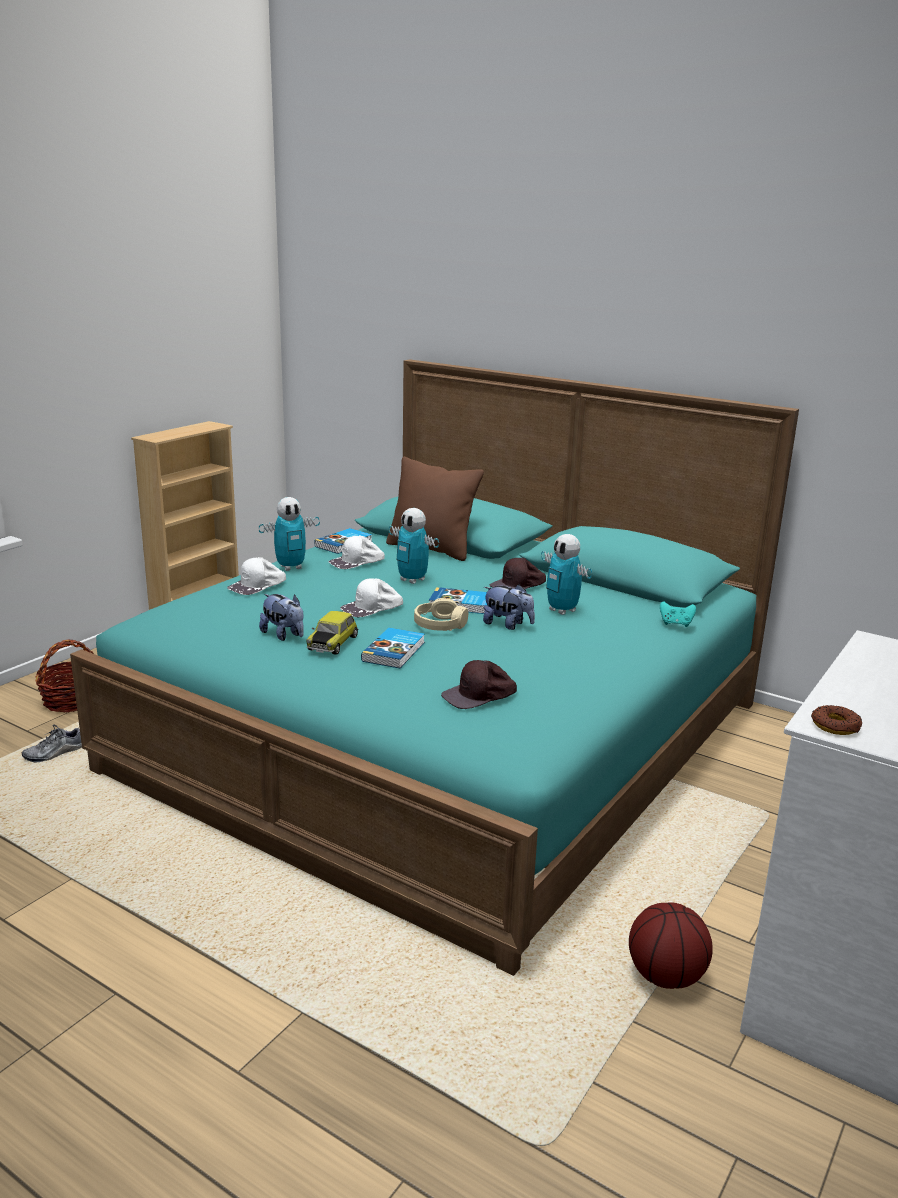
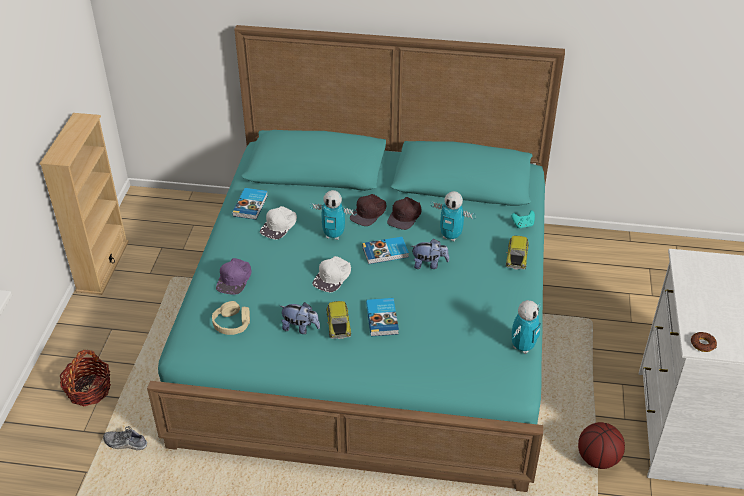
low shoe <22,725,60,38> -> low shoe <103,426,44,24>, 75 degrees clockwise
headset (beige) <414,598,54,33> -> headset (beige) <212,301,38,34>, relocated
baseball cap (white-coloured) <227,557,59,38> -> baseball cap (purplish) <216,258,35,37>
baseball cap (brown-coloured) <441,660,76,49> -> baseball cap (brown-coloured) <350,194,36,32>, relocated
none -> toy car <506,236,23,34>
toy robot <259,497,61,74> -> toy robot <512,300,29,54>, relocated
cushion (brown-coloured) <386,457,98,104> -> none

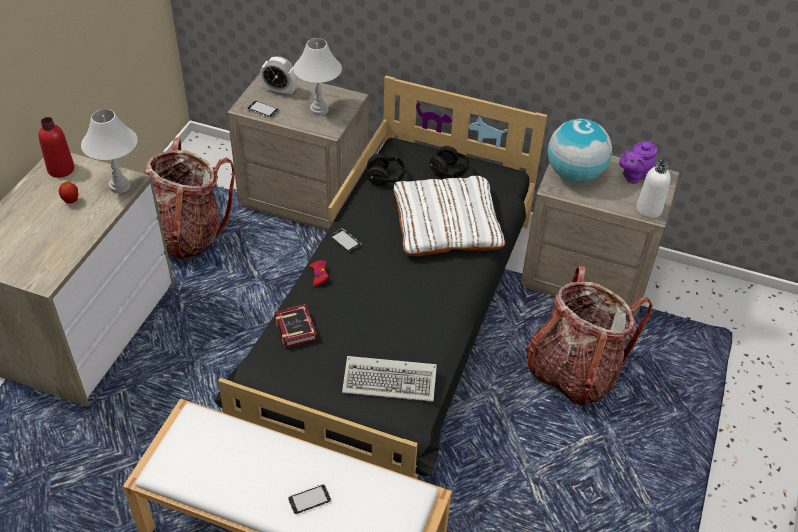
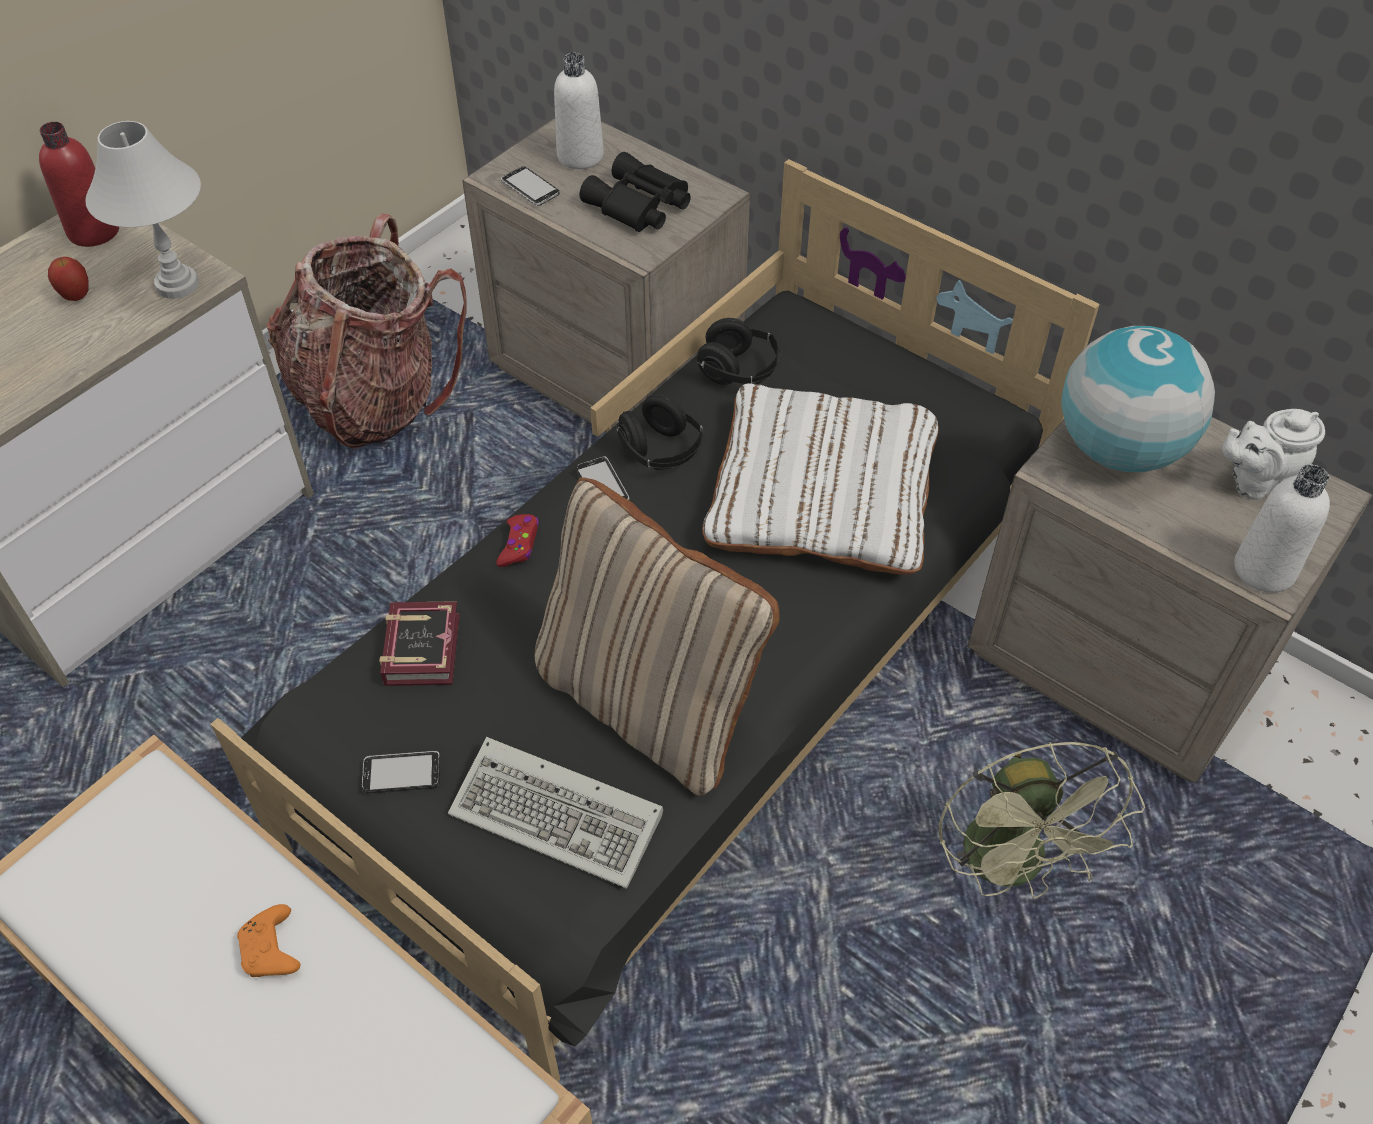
none -> gamepad (orangey) <237,904,63,73>
handset <288,484,43,30> -> handset <362,751,78,42>, relocated
none -> cushion (beige) <535,477,244,319>
alarm clock <260,56,37,40> -> drink bottle (white-coloured) <554,53,50,116>
lamp for a table (white-coloured) <293,38,49,78> -> field glasses (black-coloured) <579,152,112,80>
headset (black-coloured) <429,146,41,32> -> headset (black-coloured) <615,394,88,76>, relocated
backpack <526,266,127,140> -> electric fan (greenish) <938,742,207,157>
tea pot (purplish) <619,141,38,43> -> tea pot (white-coloured) <1222,409,103,91>

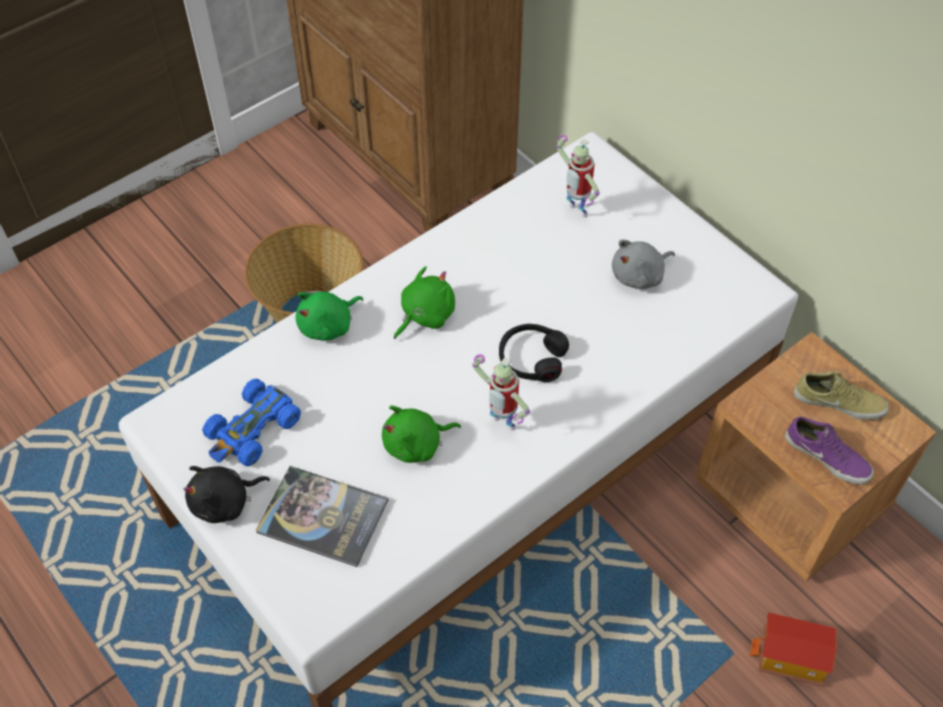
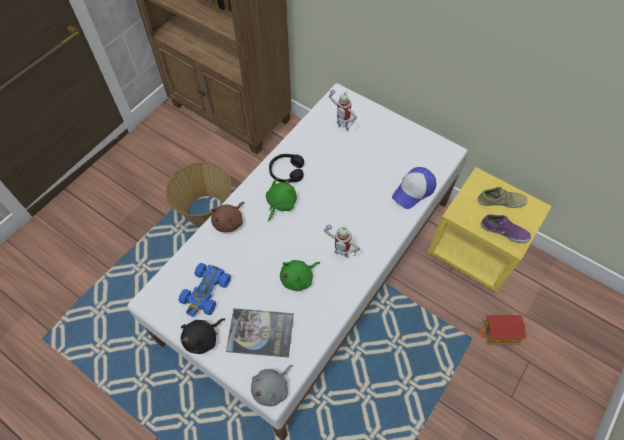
soft toy (greenish) <295,292,68,49> -> soft toy (brown-coloured) <211,202,34,30>
soft toy (gray) <612,239,63,50> -> soft toy (gray) <251,365,42,41>, relocated
headset (black-coloured) <499,324,70,58> -> headset (black-coloured) <269,154,35,28>, relocated
none -> baseball cap <392,167,44,42>
nightstand (brown-coloured) <695,332,241,250> -> nightstand (yellow-coloured) <428,167,124,126>

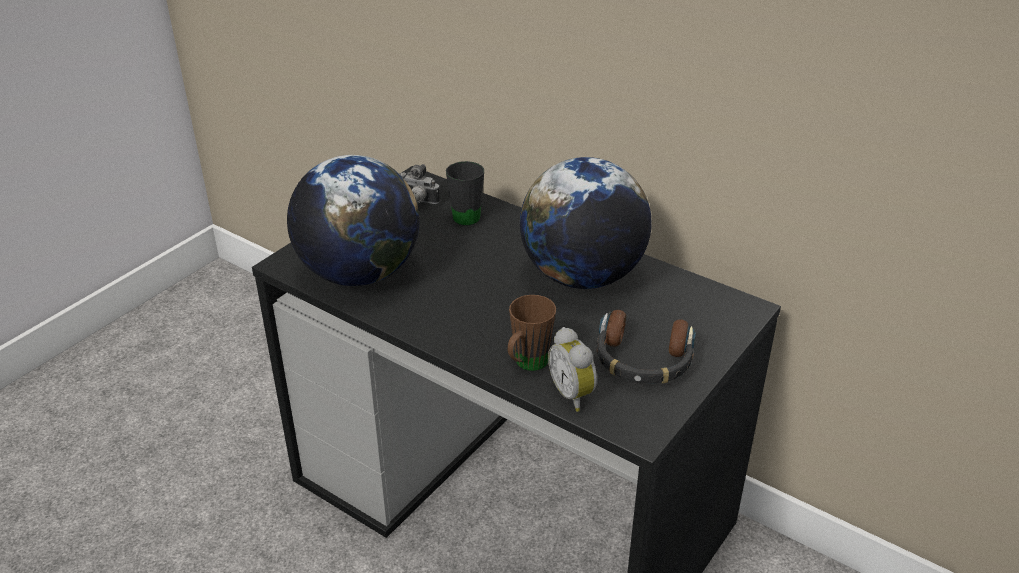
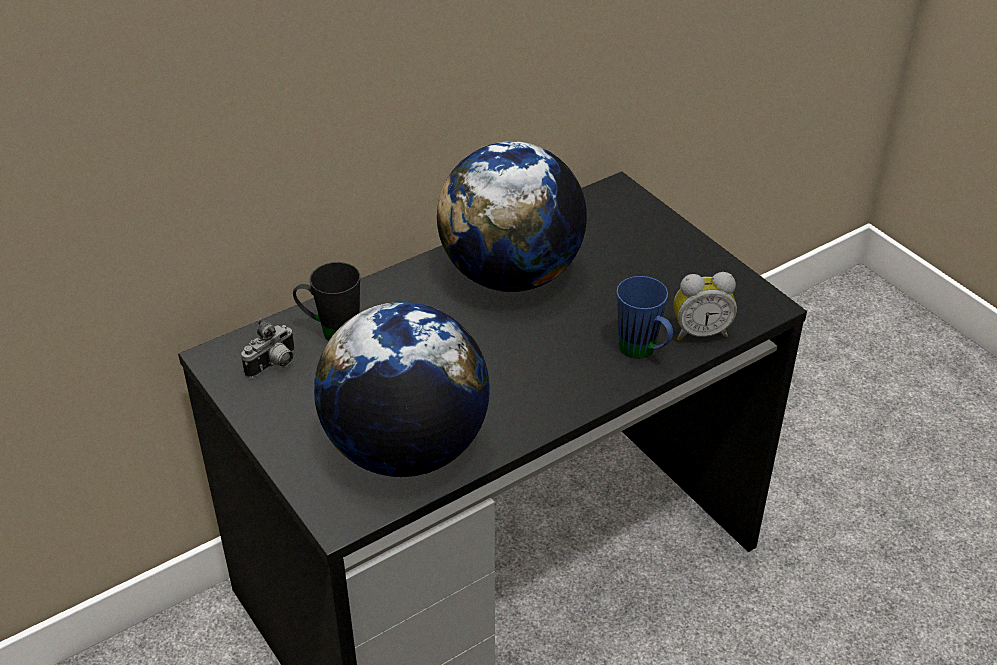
tea mug (brown-coloured) <508,295,48,76> -> tea mug (bluish) <617,276,56,83>
headset <597,310,99,74> -> none

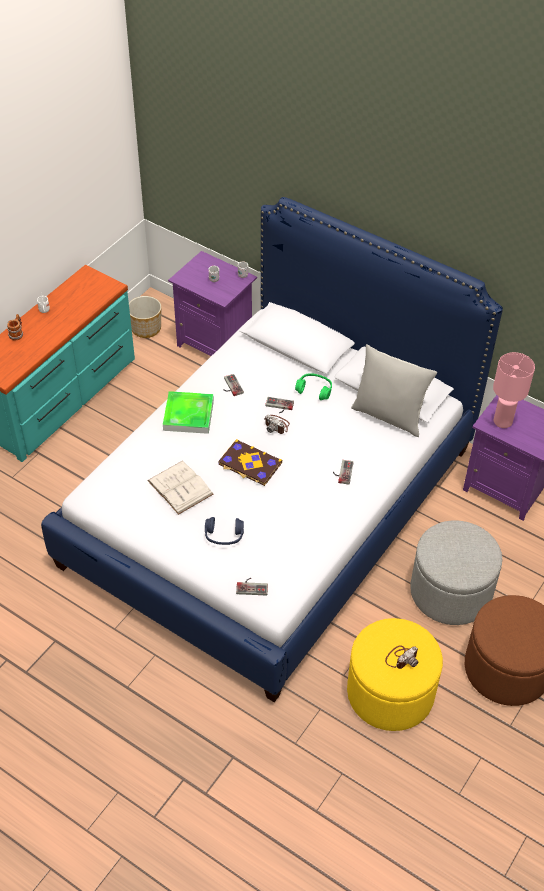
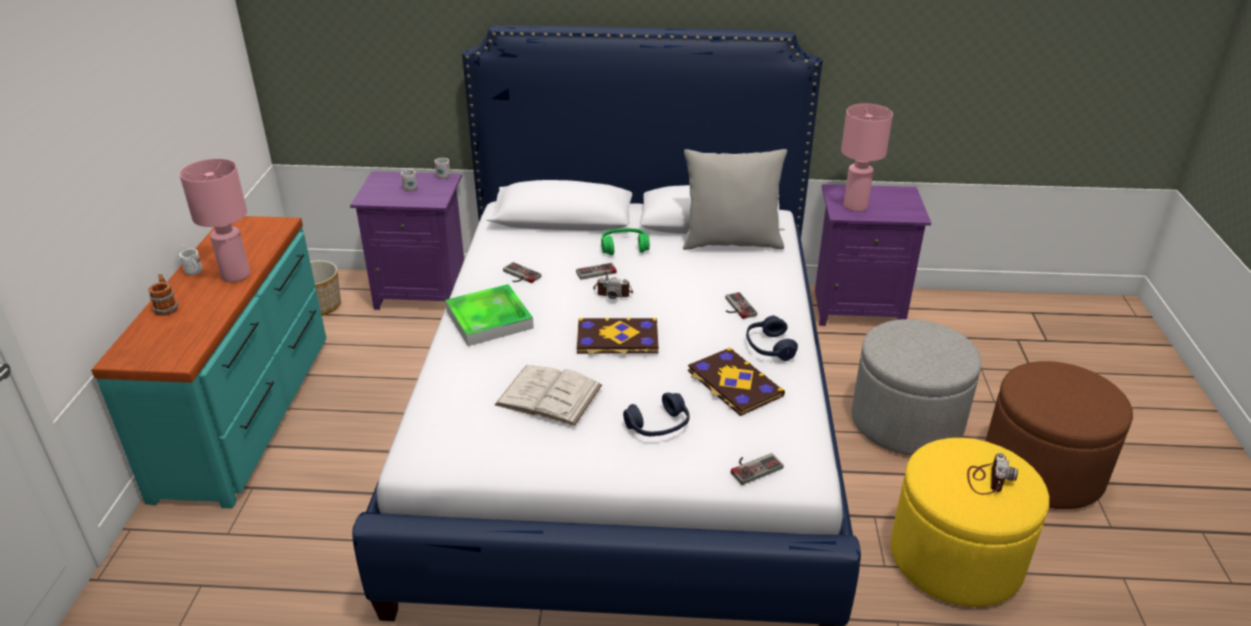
none -> lamp for a table (pink-coloured) <179,159,71,123>
none -> bound book <688,347,97,69>
none -> headset (bluish) <746,316,52,45>

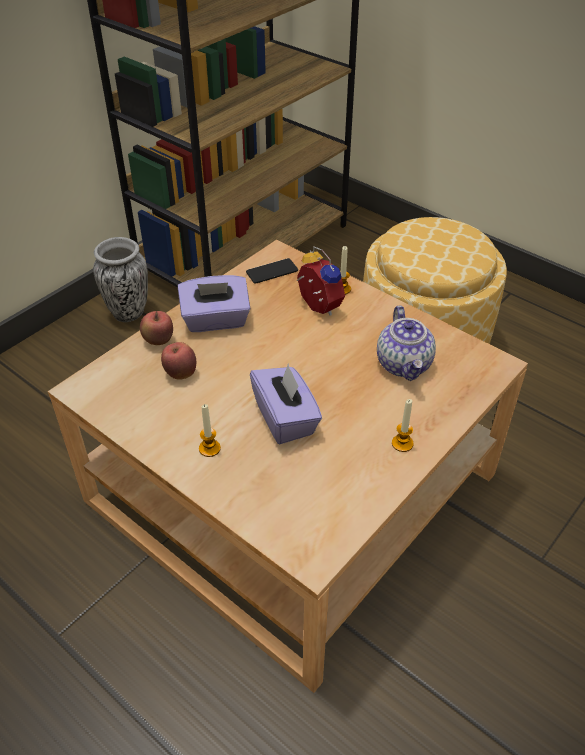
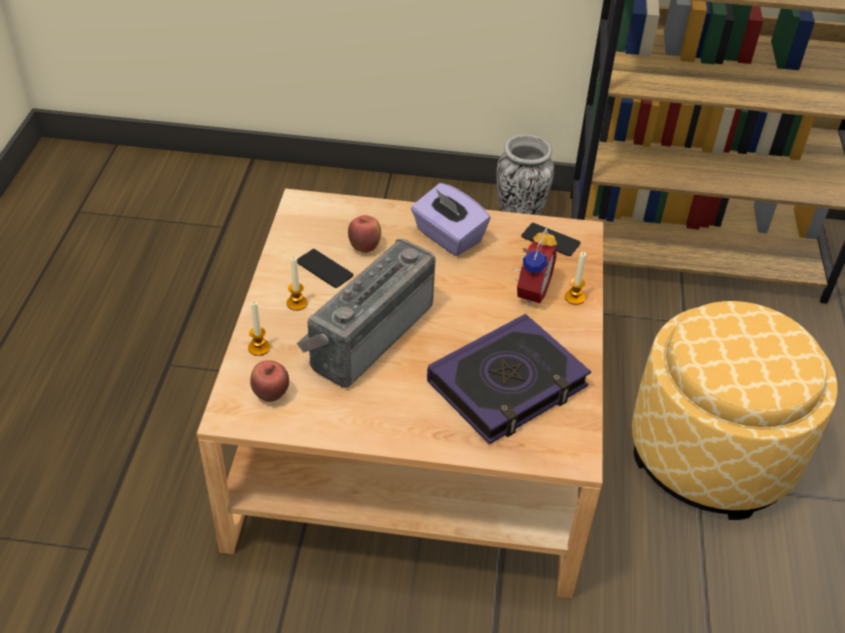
wax candle <392,399,22,53> -> wax candle <248,302,22,54>, relocated
apple fruit <140,311,33,34> -> apple fruit <250,360,39,42>, relocated
tissue box (purplish) <250,363,72,81> -> radio receiver <297,239,139,149>
none -> handset <297,249,56,39>
tea pot <377,306,59,75> -> bound book <427,314,164,130>

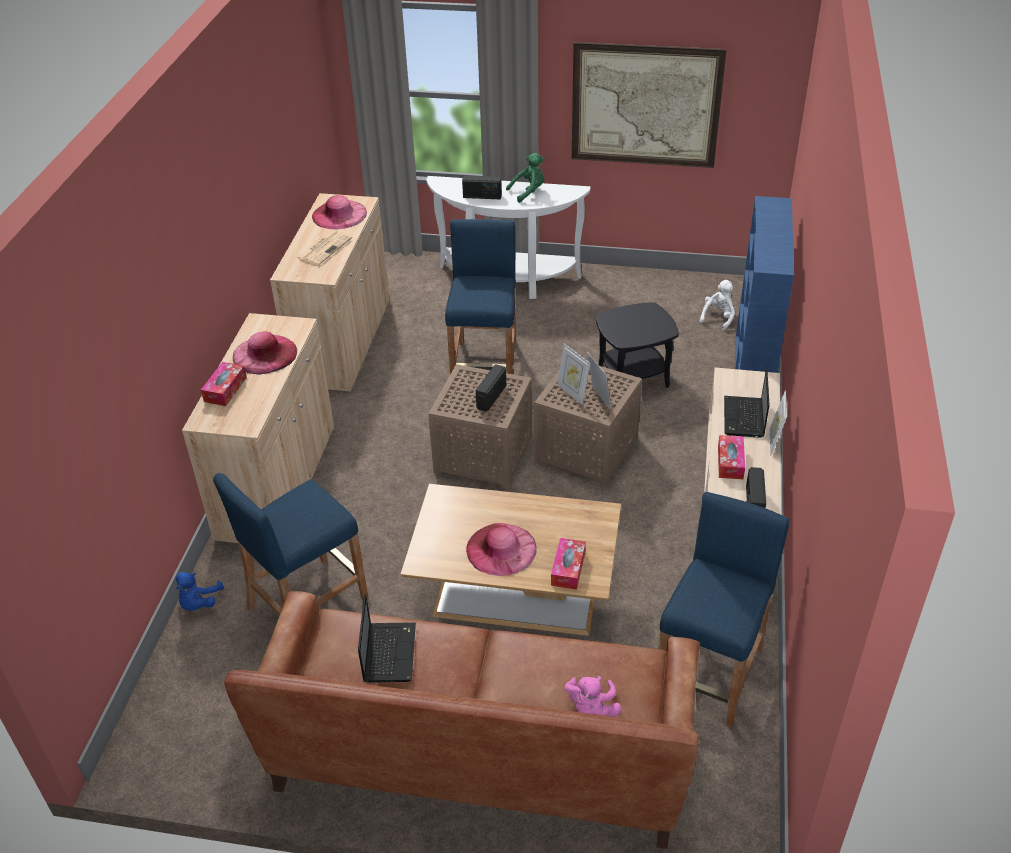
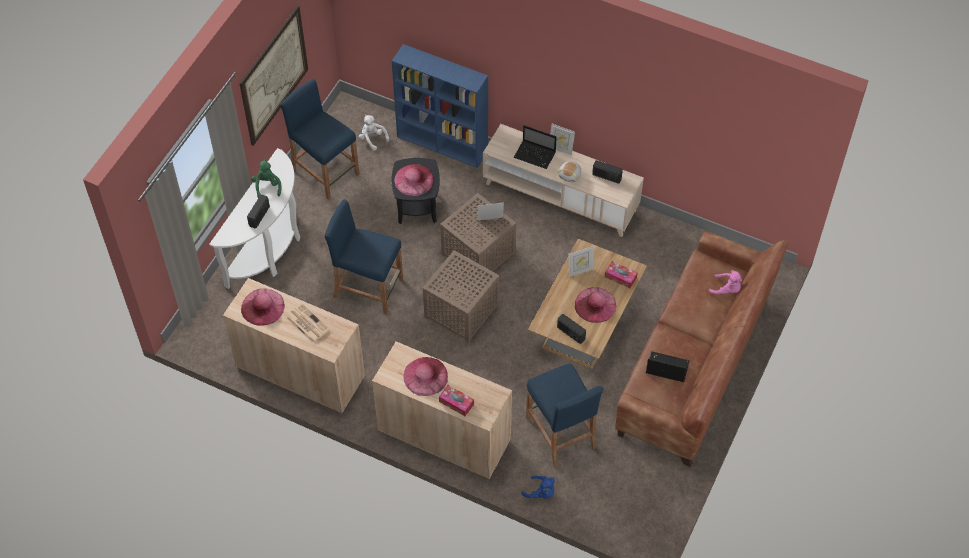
sitting stool (bluish) <658,492,132,236> -> sitting stool (bluish) <280,79,80,121>, relocated
none -> hat (pink-coloured) <394,164,40,32>
tissue box <718,435,27,44> -> soft toy <557,161,24,21>
radio receiver <476,364,30,48> -> radio receiver <557,314,29,30>, relocated
picture frame <557,344,33,61> -> picture frame <568,246,25,31>, relocated

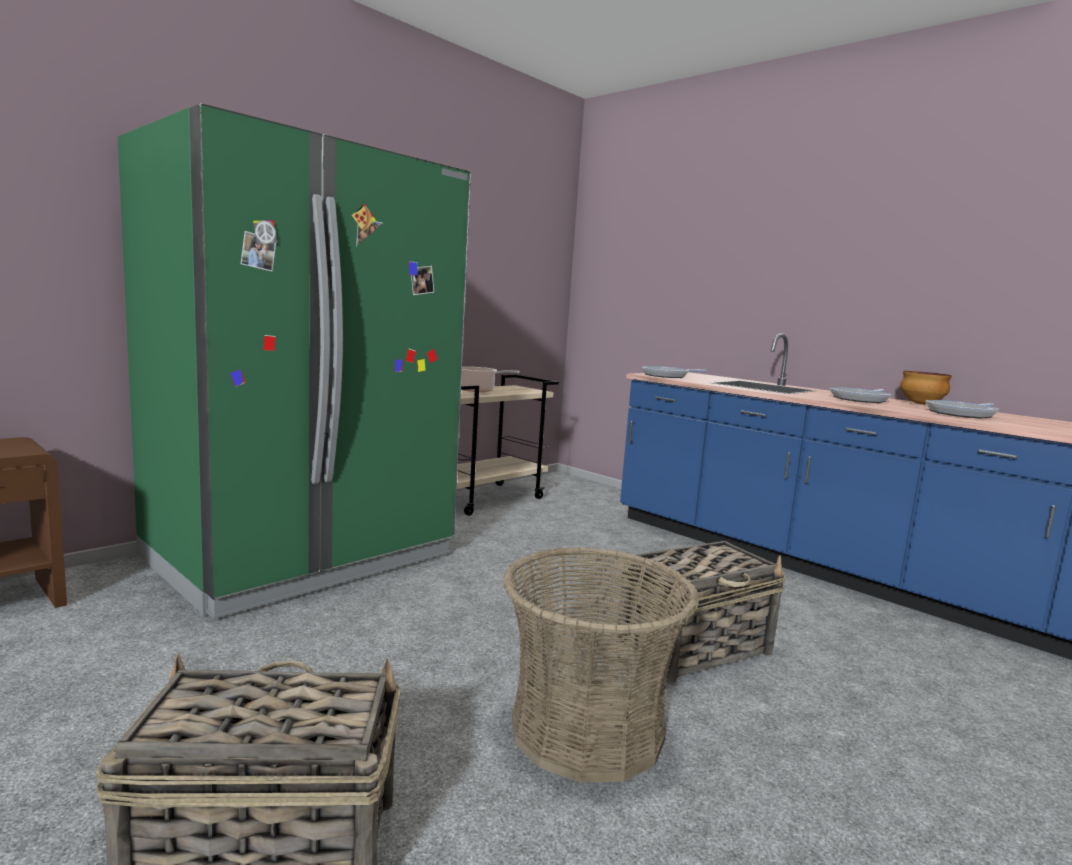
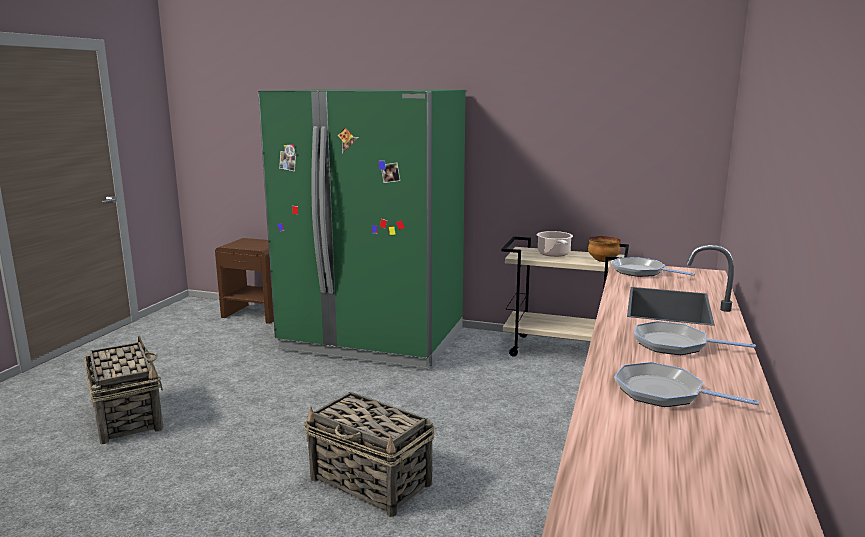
bowl <900,371,52,34> -> bowl <588,236,33,26>, relocated
storage basket <503,547,196,236> -> none

